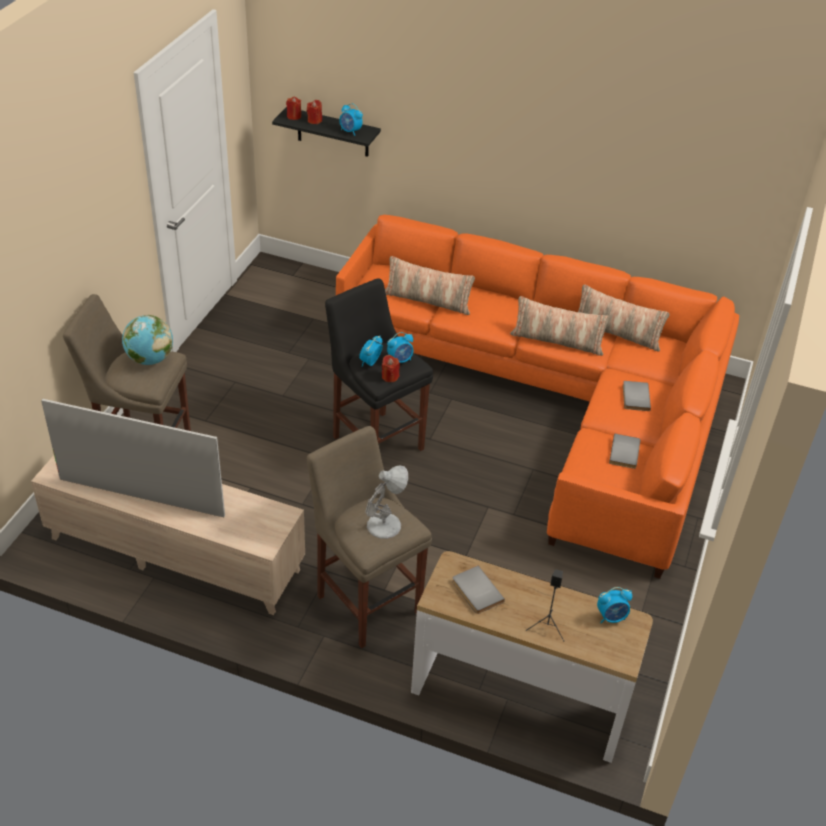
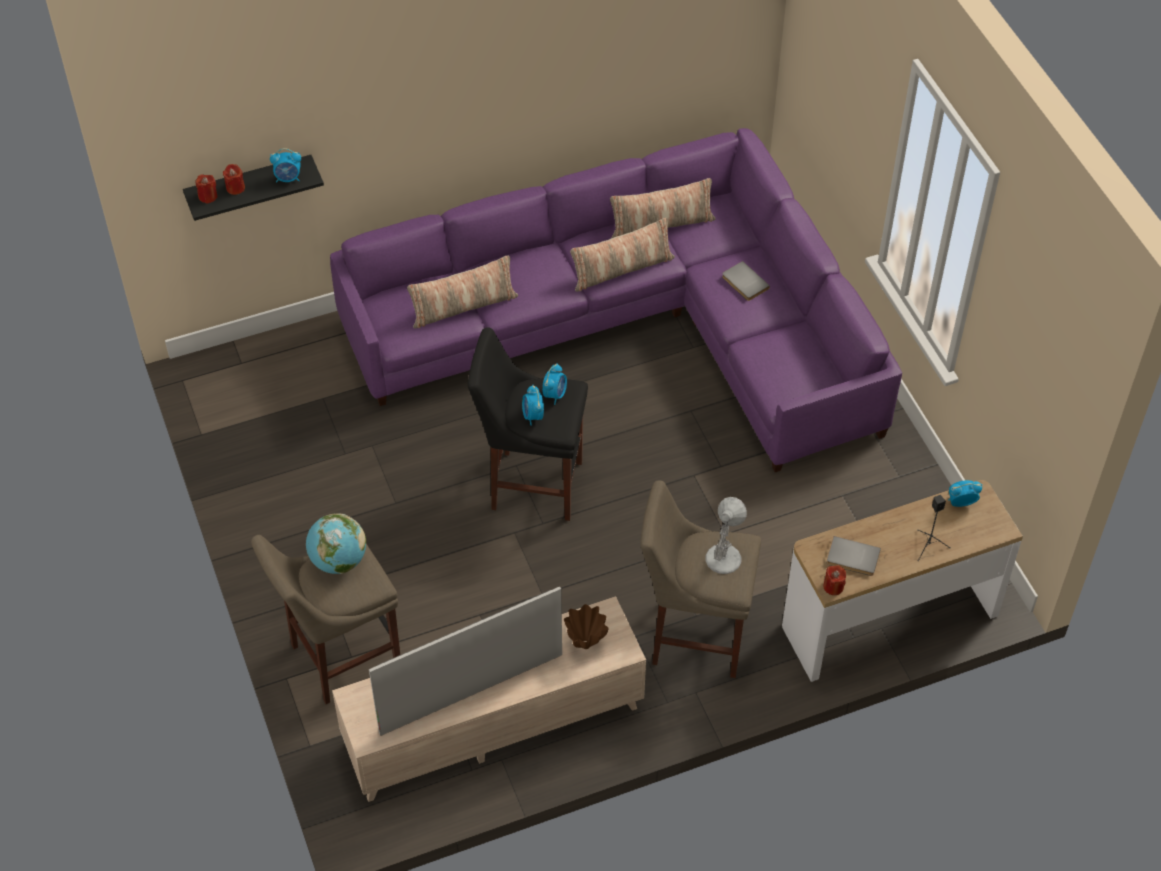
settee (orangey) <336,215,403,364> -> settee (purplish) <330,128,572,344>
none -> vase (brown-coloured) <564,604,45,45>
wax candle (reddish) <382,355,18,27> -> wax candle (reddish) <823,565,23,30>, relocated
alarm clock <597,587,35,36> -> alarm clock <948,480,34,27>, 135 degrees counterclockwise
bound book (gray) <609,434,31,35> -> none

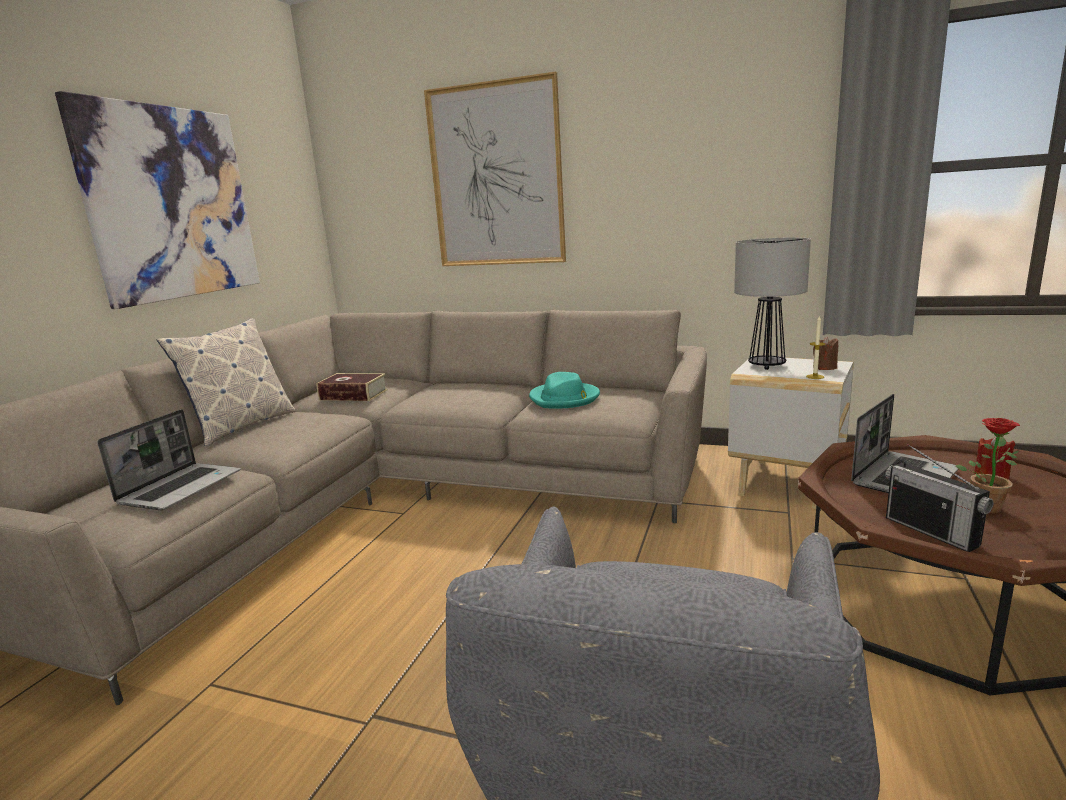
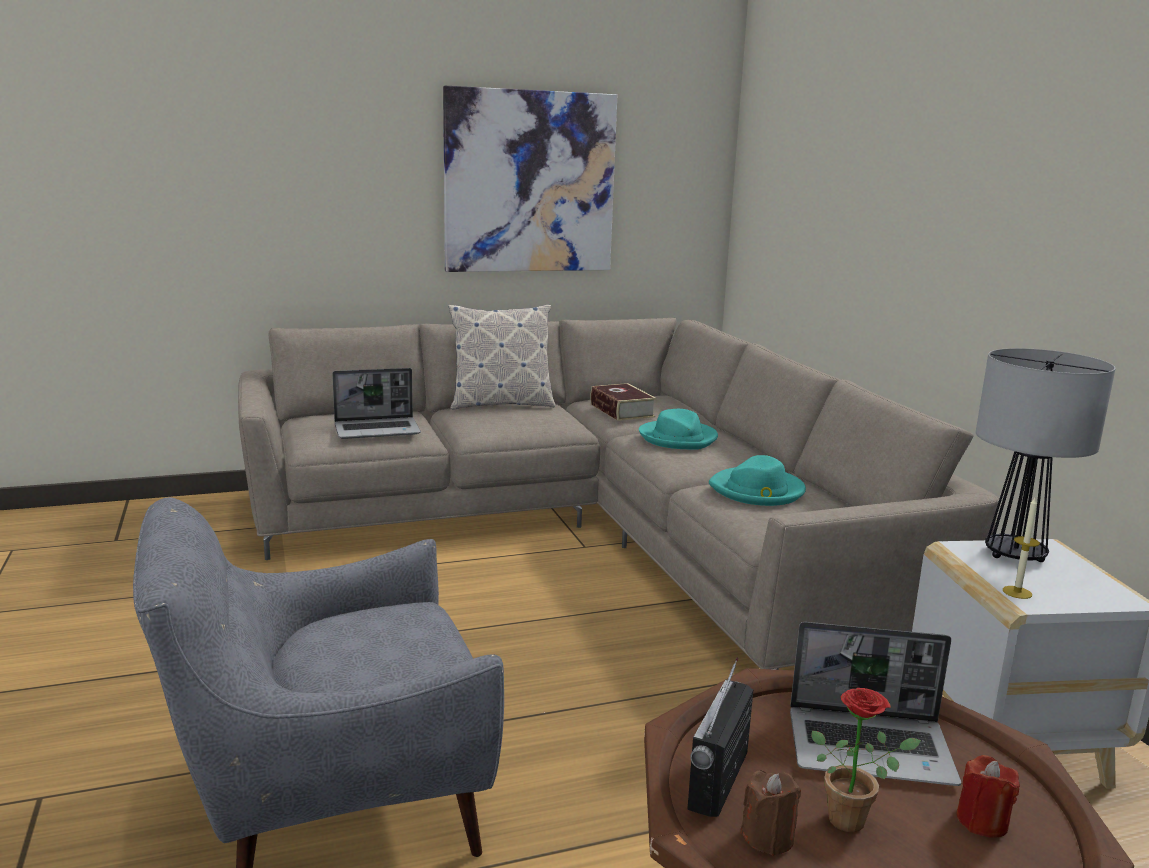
none -> hat (turquoise-coloured) <639,409,79,40>
wax candle (brown-coloured) <813,336,25,34> -> wax candle (brown-coloured) <741,770,60,86>, relocated
wall picture <424,72,142,194> -> none

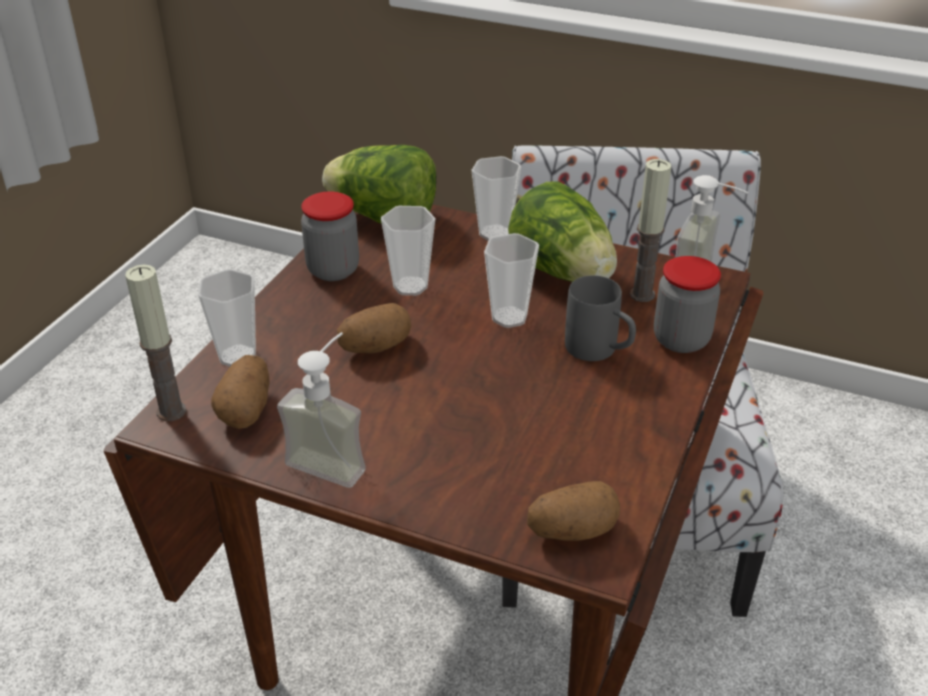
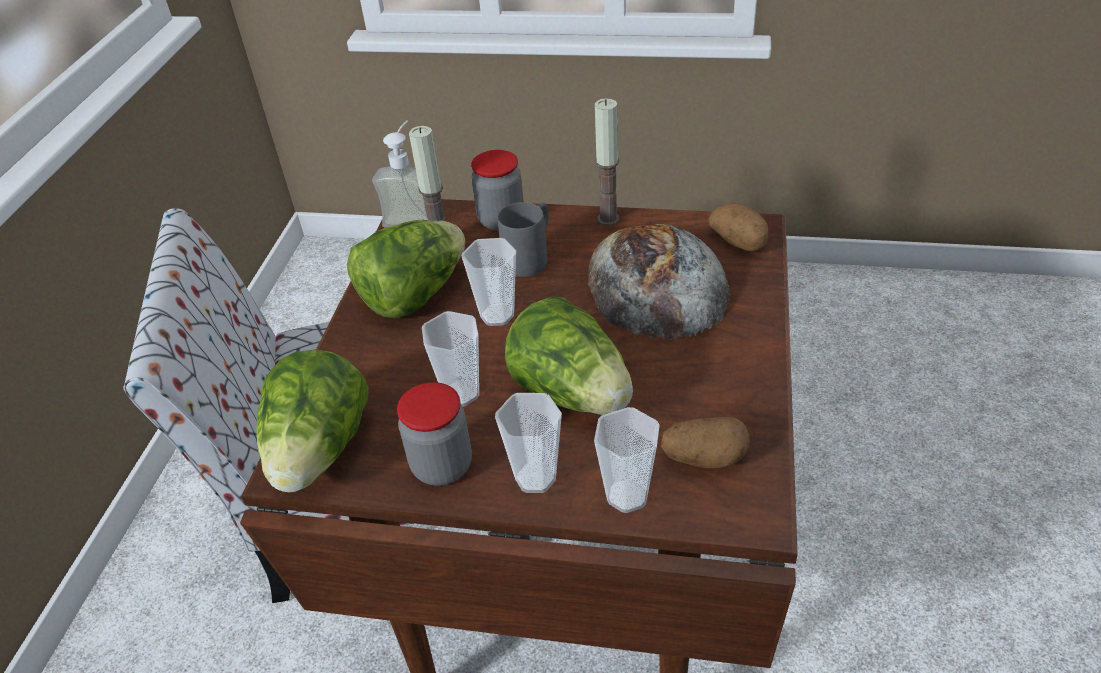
small cup <471,156,50,84> -> small cup <495,393,67,100>, relocated
spud <337,303,74,50> -> lettuce head <505,296,128,119>
none -> bread <587,224,143,116>
wax candle <125,264,61,157> -> wax candle <595,98,25,128>, relocated
liquid soap bottle <277,332,89,156> -> none

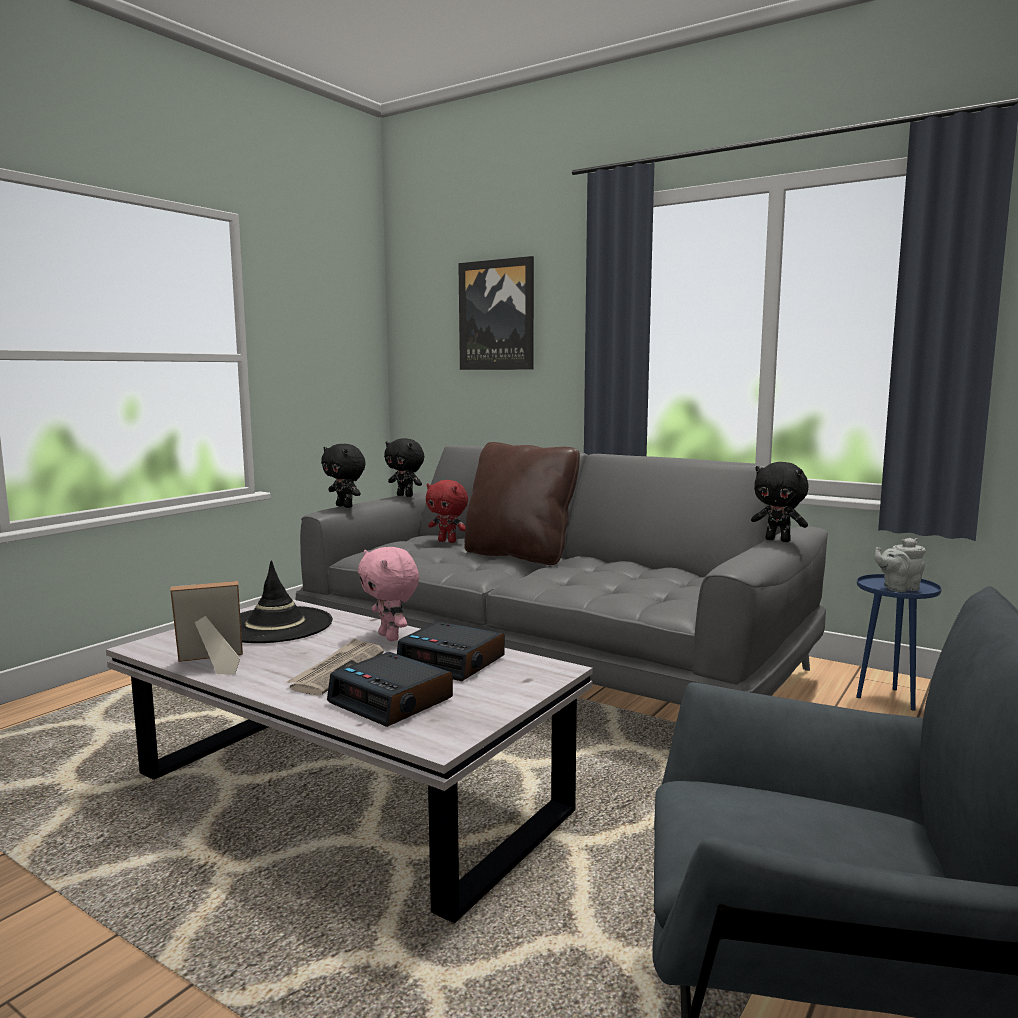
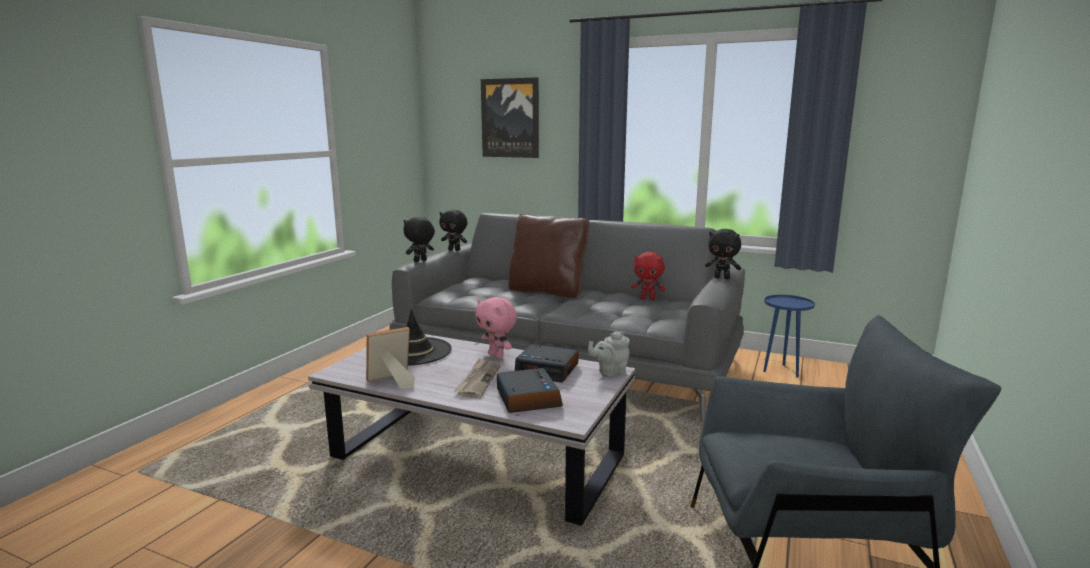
soft toy (black-coloured) <321,444,45,64> -> soft toy (black-coloured) <403,217,32,45>, 105 degrees clockwise
alarm clock <327,652,126,75> -> alarm clock <497,368,66,45>, 135 degrees counterclockwise
tea pot (gray) <874,538,52,54> -> tea pot (gray) <588,331,42,46>, relocated
soft toy (reddish) <426,480,42,63> -> soft toy (reddish) <632,252,33,48>, relocated

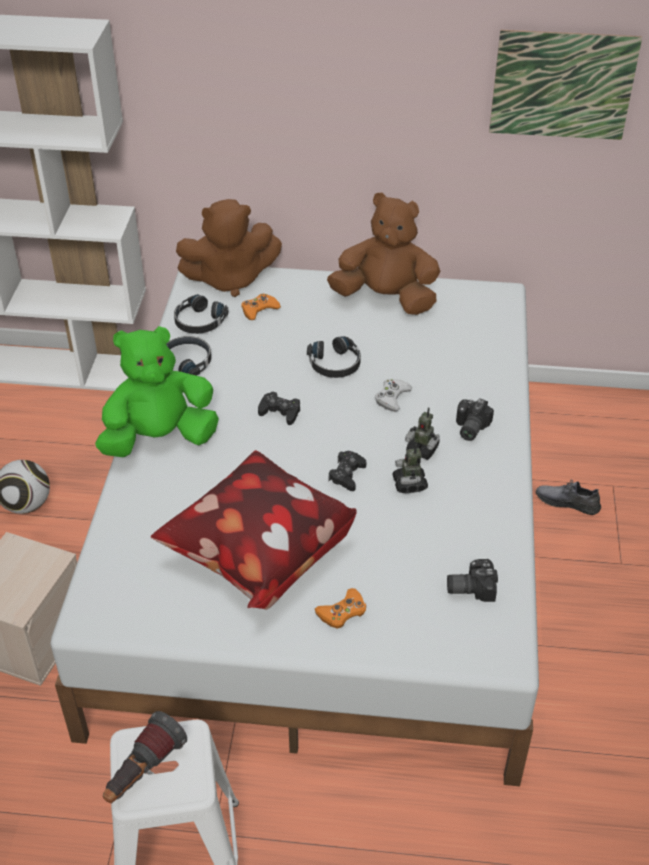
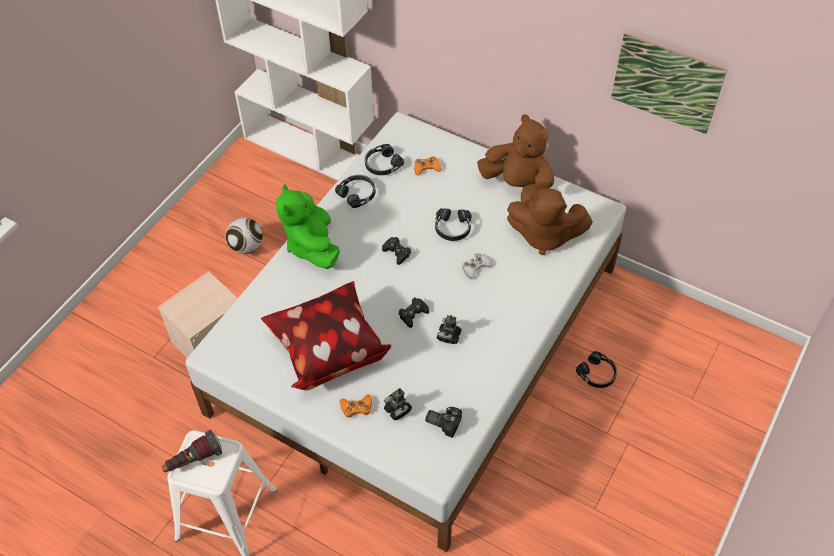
soft toy (greenish) <95,326,124,131> -> soft toy (greenish) <276,184,64,85>, 105 degrees counterclockwise
toy robot <405,407,35,53> -> toy robot <384,388,28,32>, relocated
soft toy (brown-coloured) <176,199,106,98> -> soft toy (brown-coloured) <507,188,86,67>, relocated
low shoe (gray) <536,480,65,35> -> headset (black-coloured) <576,351,41,37>
still camera <456,398,38,43> -> none

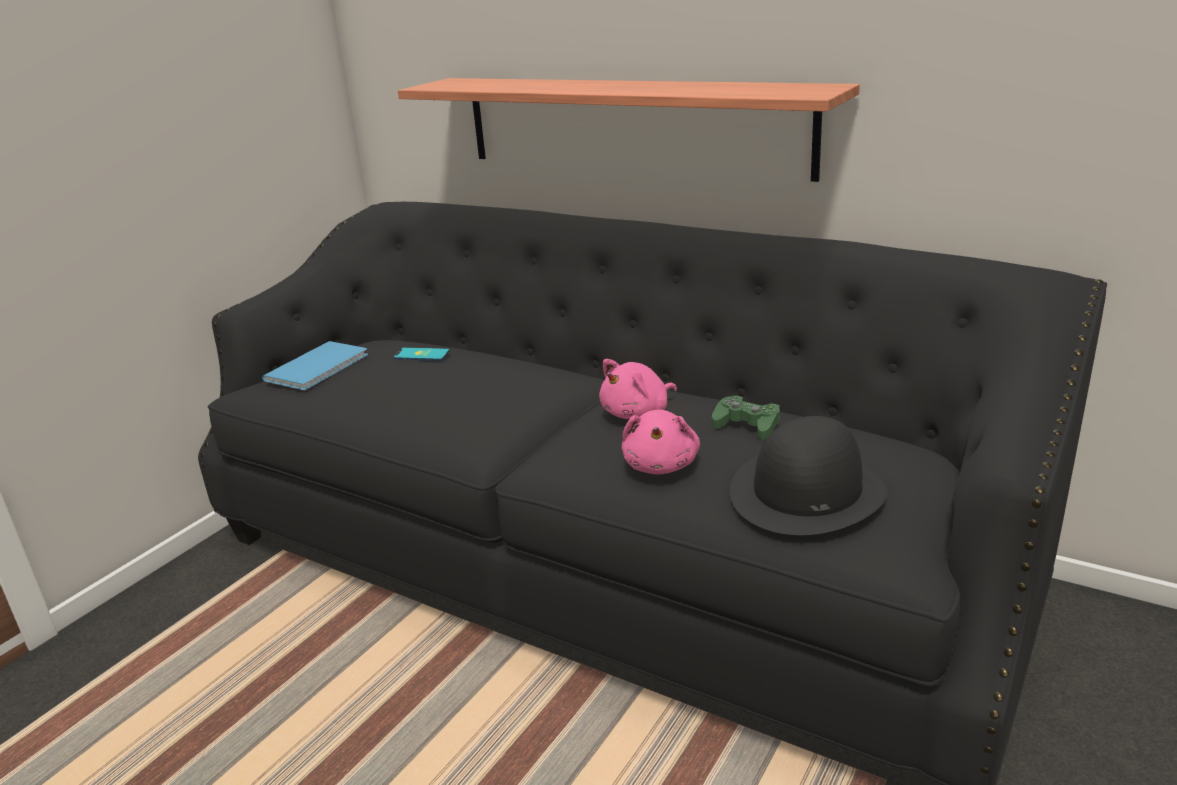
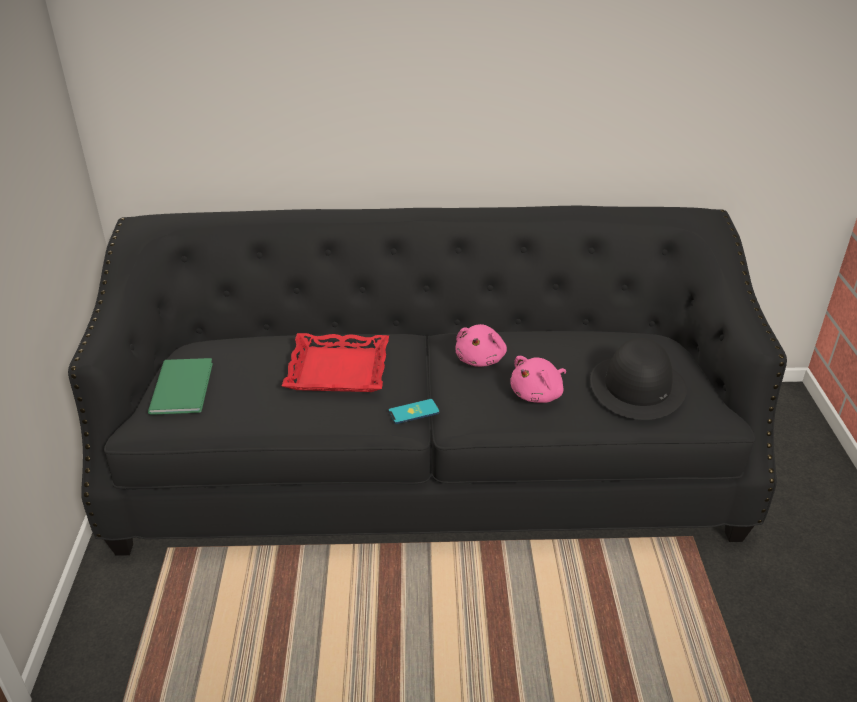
bound book (bluish) <262,341,106,49> -> bound book (greenish) <148,358,65,57>
none -> carrying tray (reddish) <282,333,107,59>
handset <394,347,56,14> -> handset <388,399,52,25>, relocated
soft toy (pink-coloured) <622,409,78,65> -> soft toy (pink-coloured) <510,356,56,47>, 75 degrees clockwise
wall shelf <398,78,462,104> -> none
gamepad (greenish) <712,396,68,44> -> none

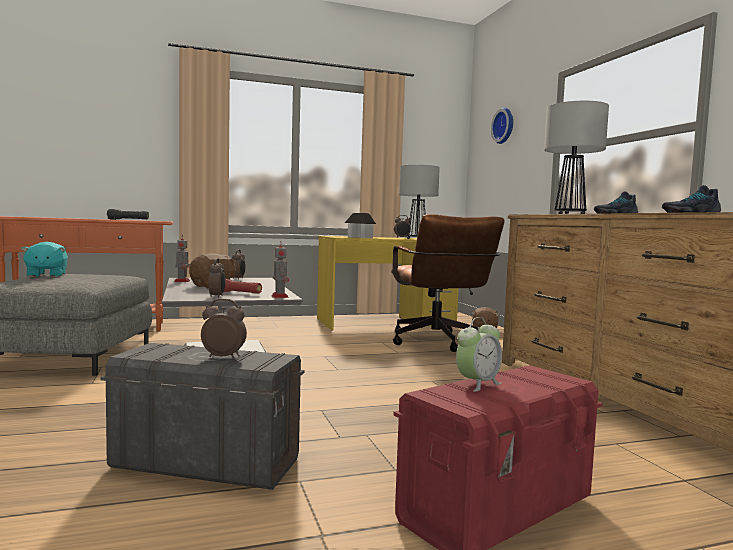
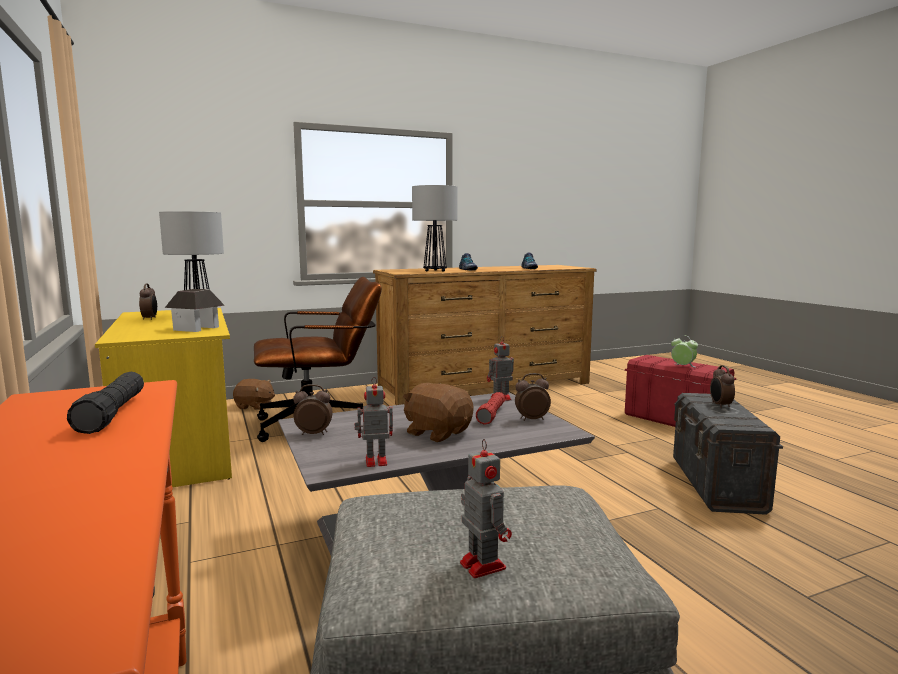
soft toy (turquoise-coloured) <21,242,47,35> -> toy robot <460,439,52,139>
hanging clock <491,107,22,37> -> none

